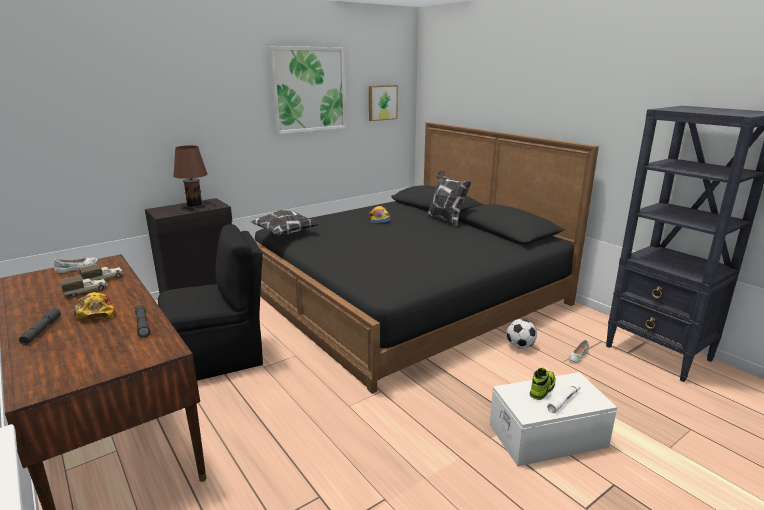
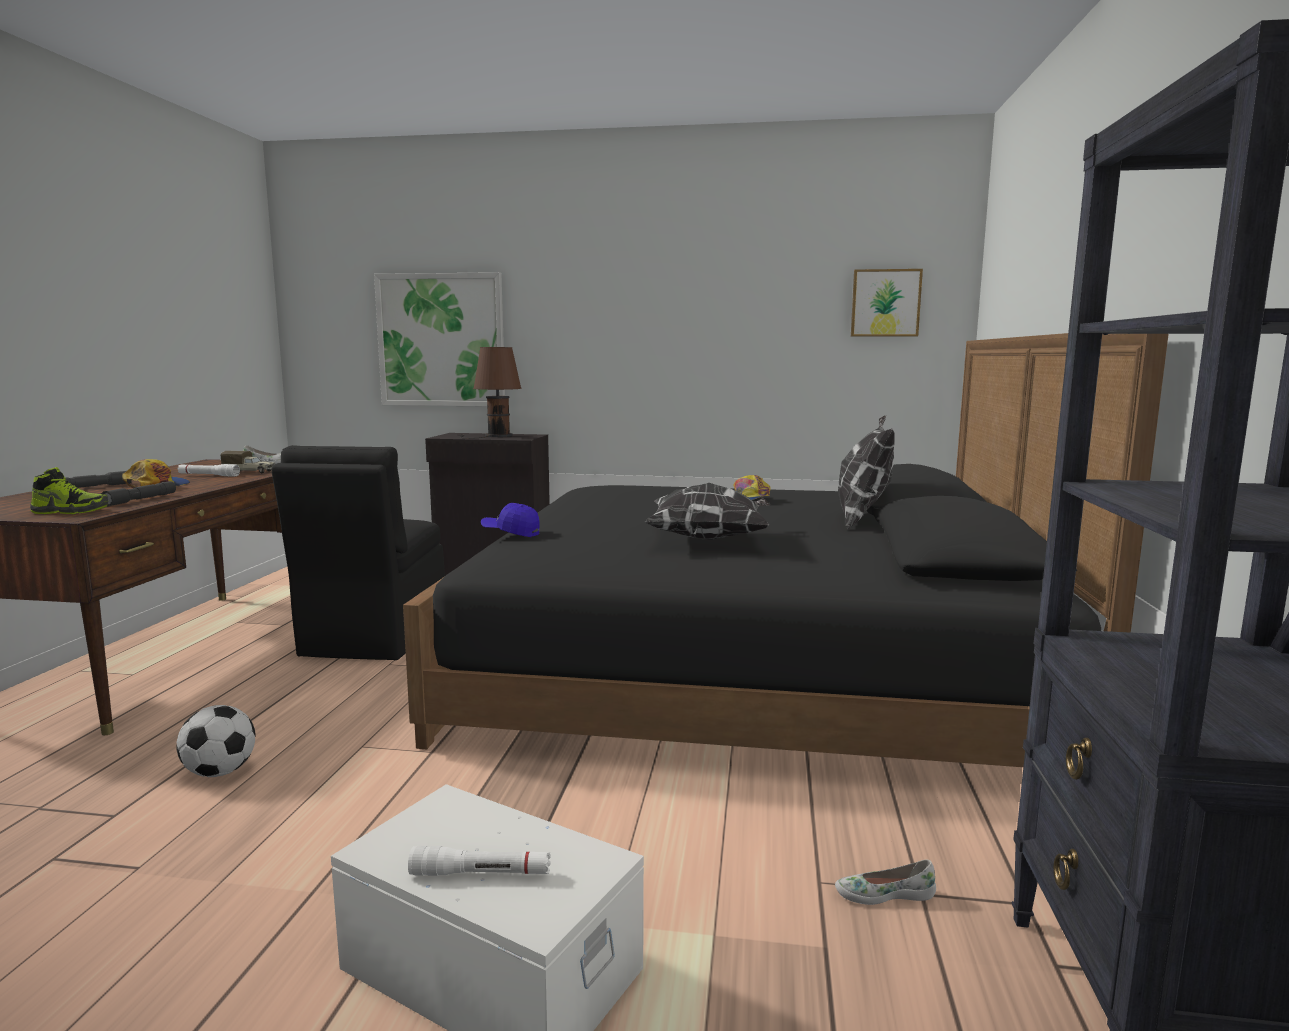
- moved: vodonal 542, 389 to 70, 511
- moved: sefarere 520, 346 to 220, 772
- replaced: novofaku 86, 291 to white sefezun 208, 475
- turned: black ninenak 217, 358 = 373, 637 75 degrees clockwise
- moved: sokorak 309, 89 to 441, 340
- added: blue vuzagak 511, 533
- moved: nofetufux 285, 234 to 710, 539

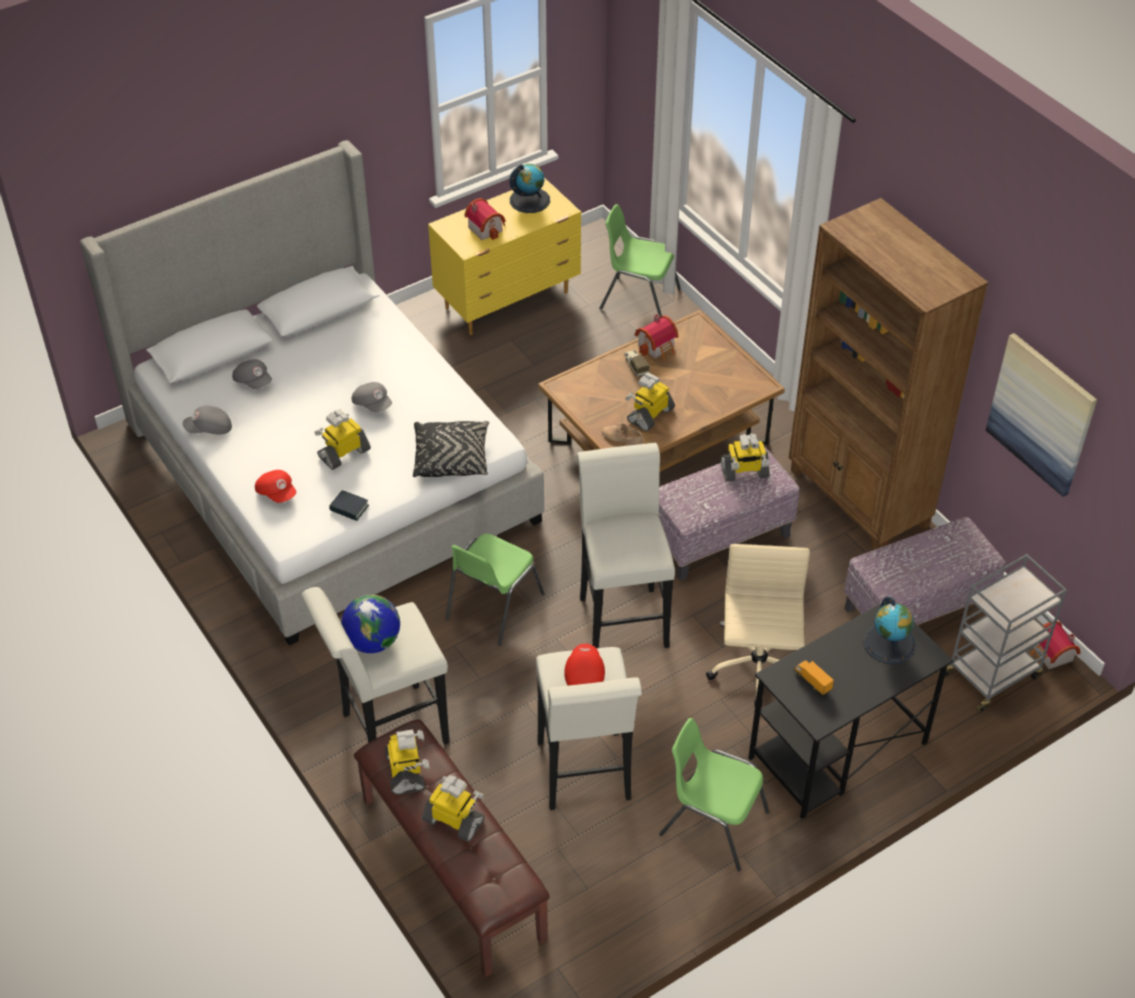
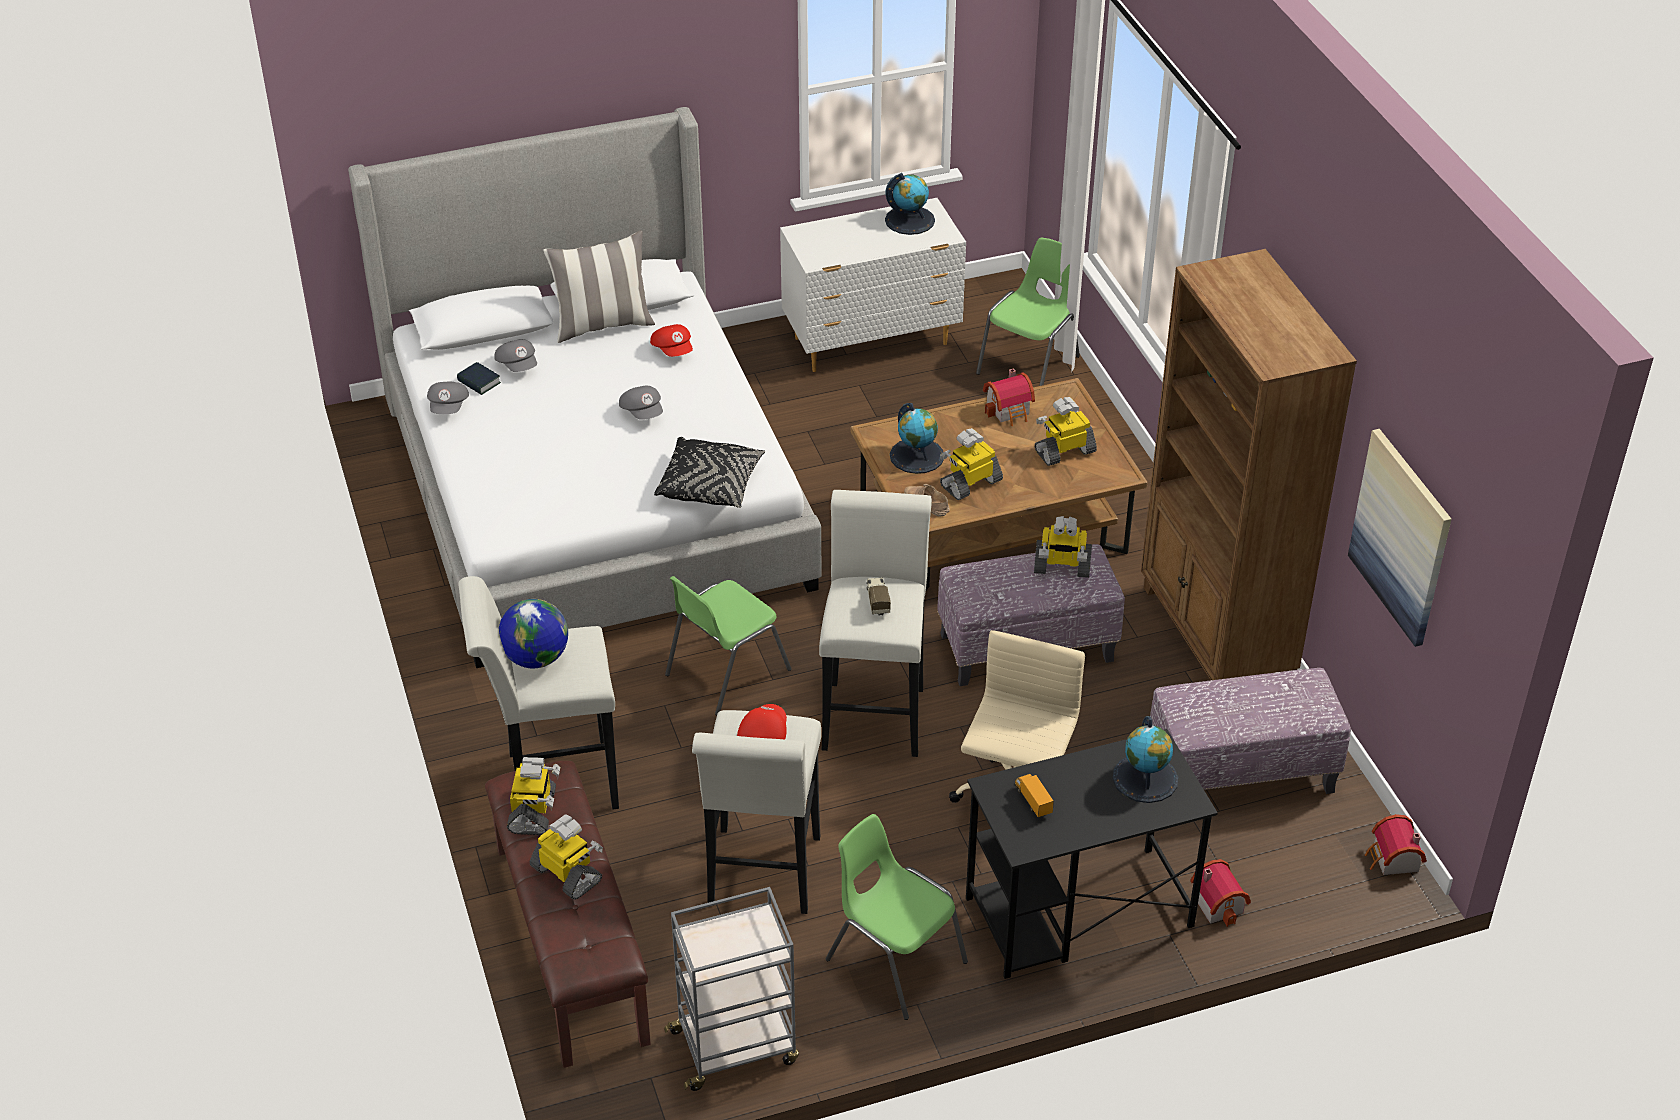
- turned: grey vuzagak 209, 429 = 449, 407 90 degrees counterclockwise
- moved: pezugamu 349, 508 to 479, 382
- added: nofetufux 603, 325
- moved: red vuzagak 277, 493 to 673, 350
- moved: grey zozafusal 992, 674 to 735, 1046
- recoloured: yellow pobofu 508, 301 to white pobofu 873, 342
- moved: novofaku 635, 366 to 877, 600
- added: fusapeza 917, 456
- turned: green ninenak 638, 299 = 1030, 365 90 degrees clockwise
- moved: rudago 344, 453 to 1064, 451
- moved: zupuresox 486, 228 to 1220, 902

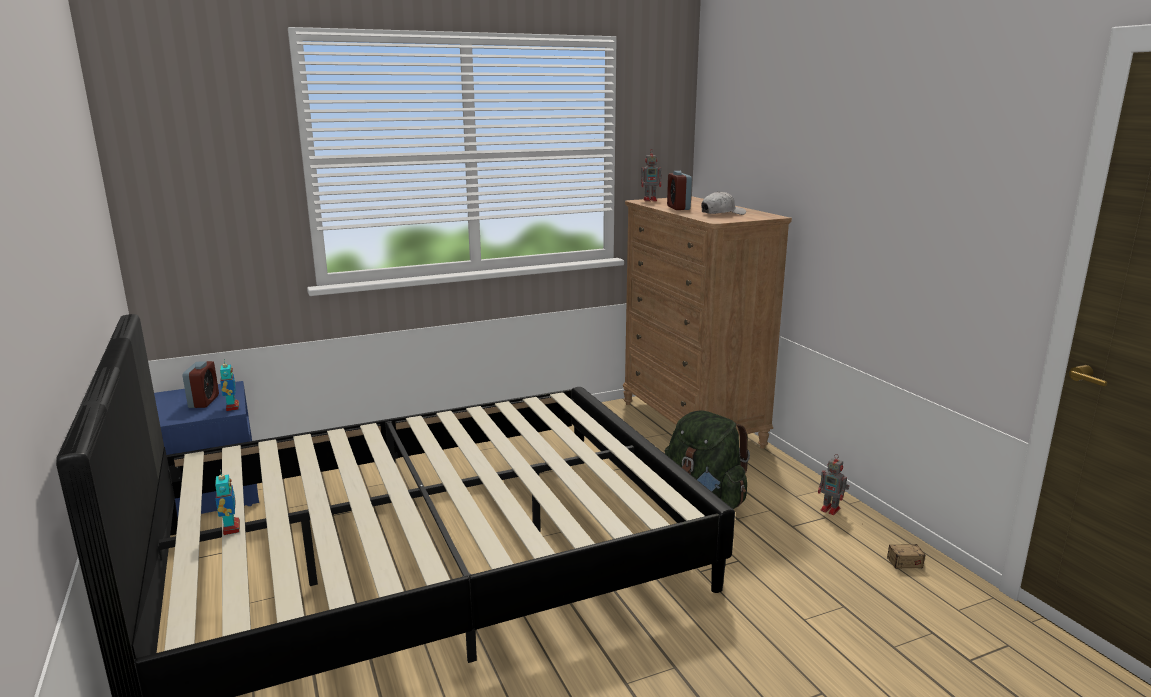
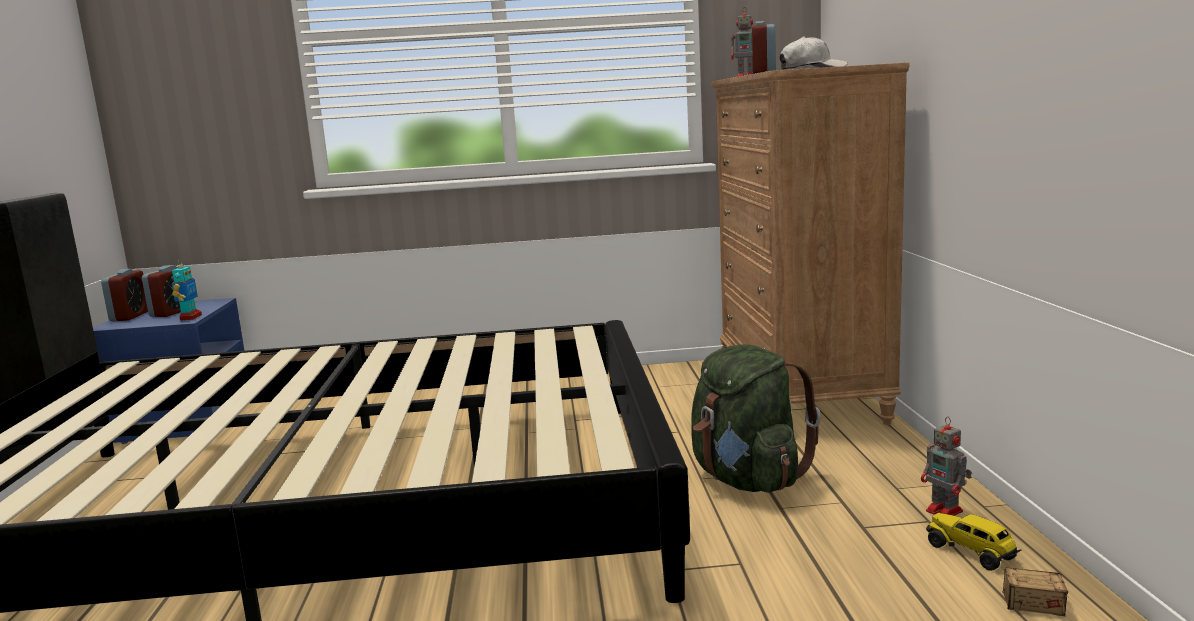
- added: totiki 130, 316
- added: novofaku 971, 552
- removed: rudago 231, 528

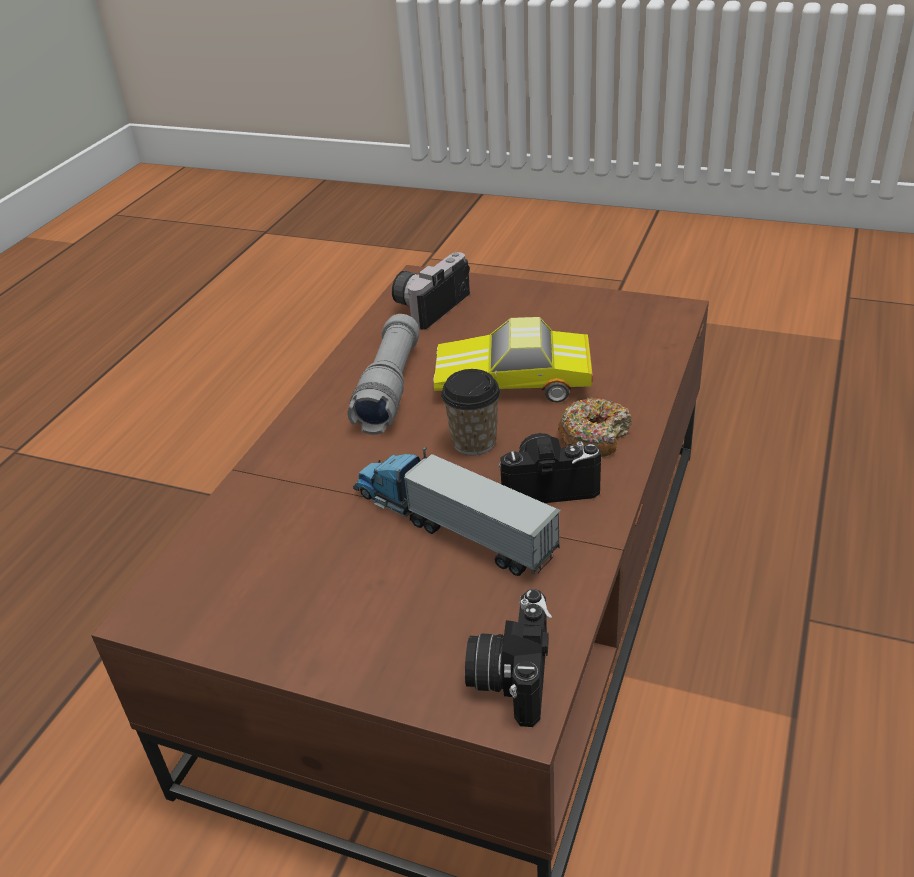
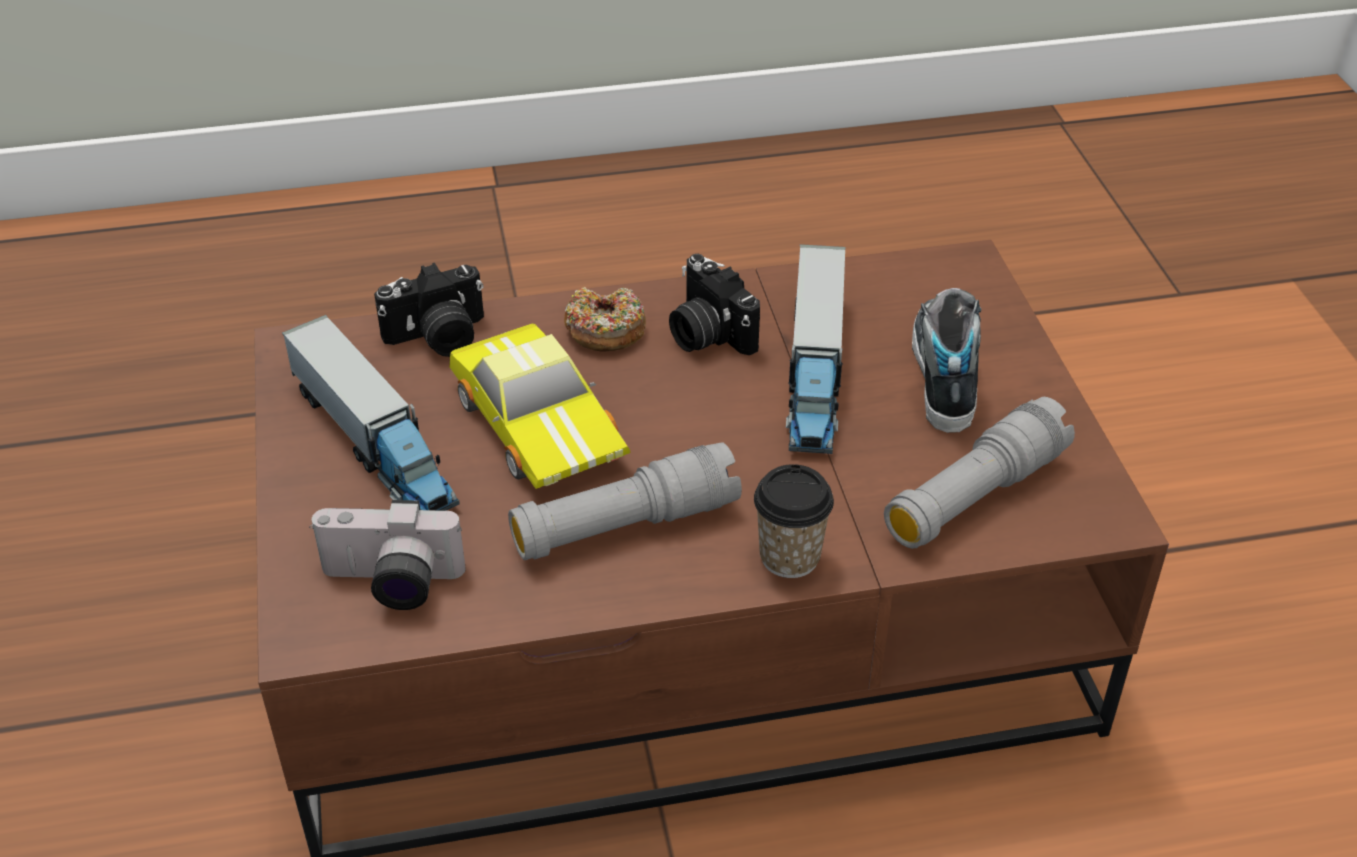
- added: novofaku 374, 444
- moved: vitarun 510, 676 to 438, 338
- moved: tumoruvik 474, 442 to 789, 557
- added: grey sefezun 975, 495
- added: vodonal 943, 373

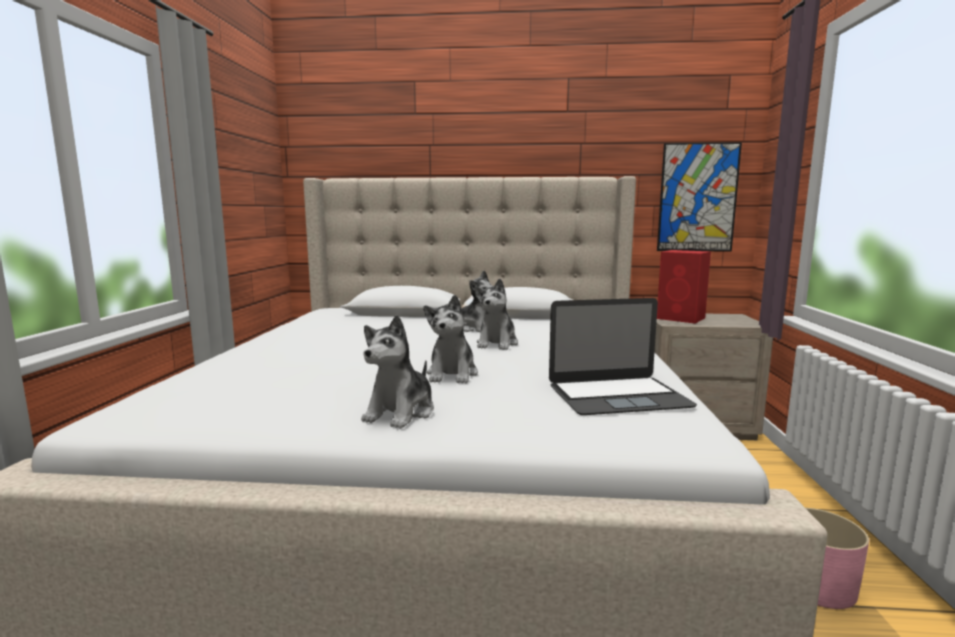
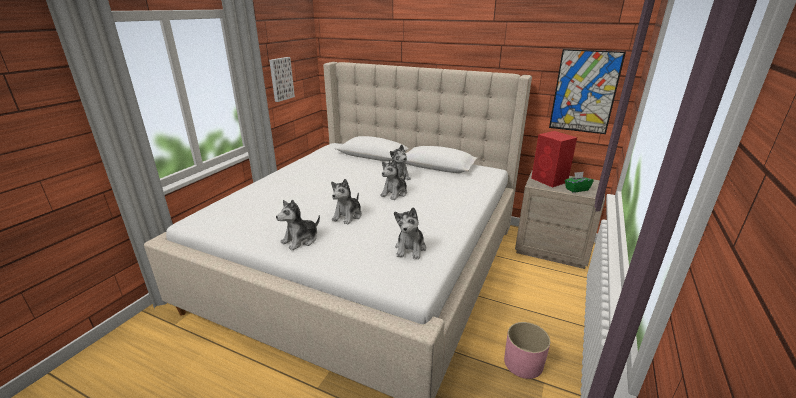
- added: sokorak 280, 79
- replaced: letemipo 618, 396 to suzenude 410, 248
- added: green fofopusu 576, 189

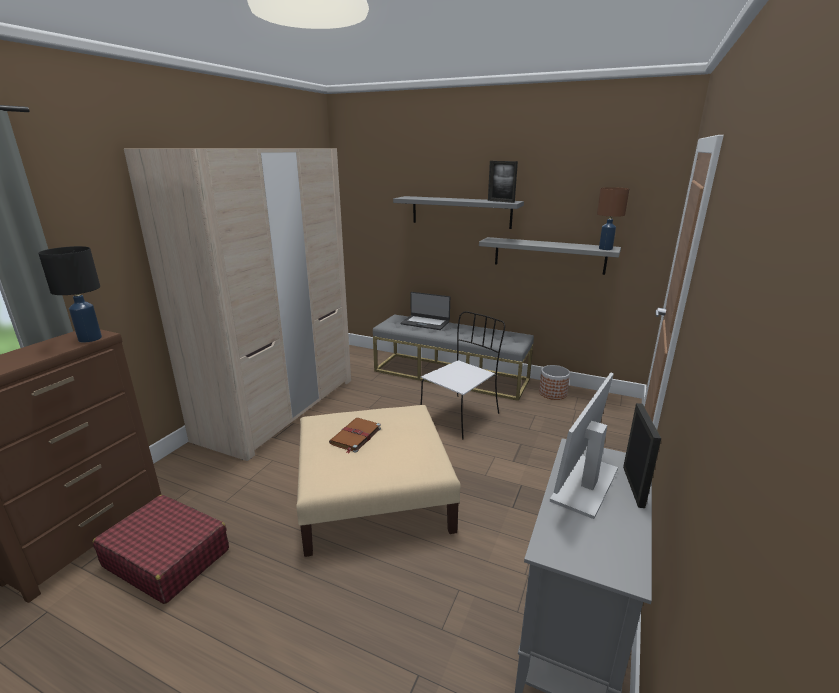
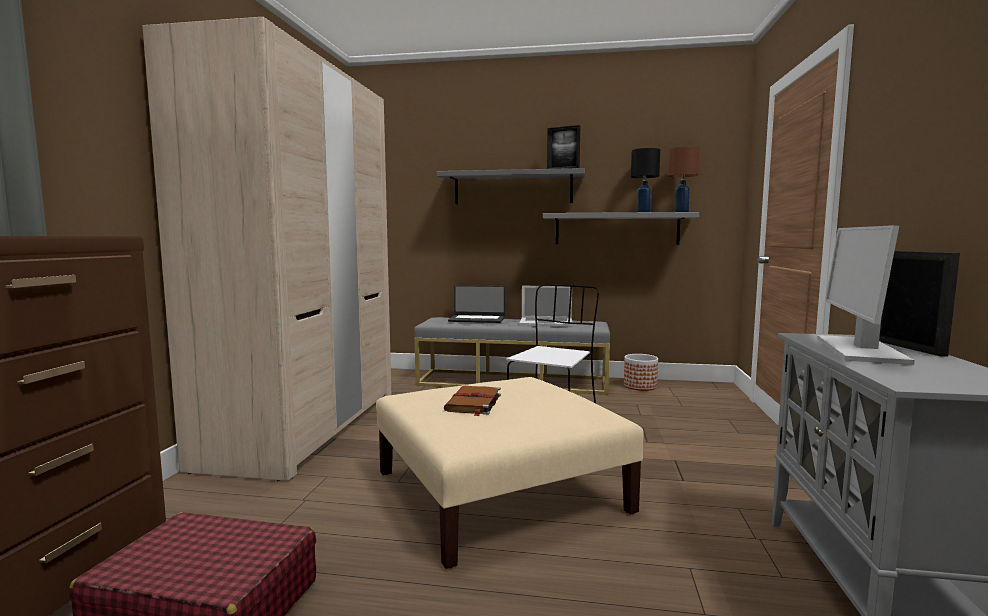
- added: letemipo 546, 322
- moved: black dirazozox 90, 339 to 644, 212

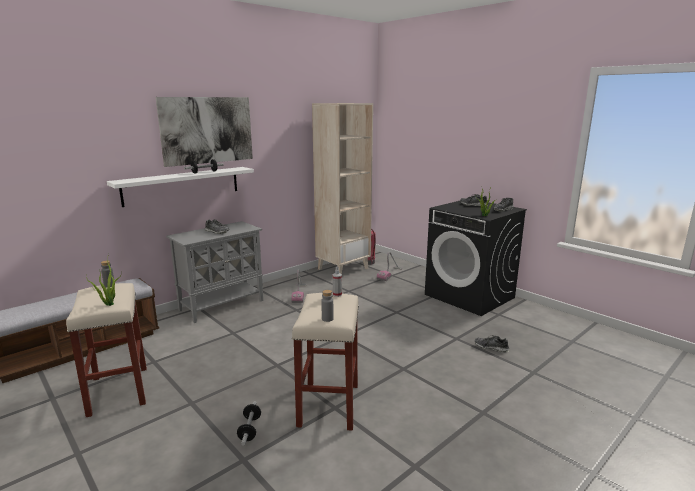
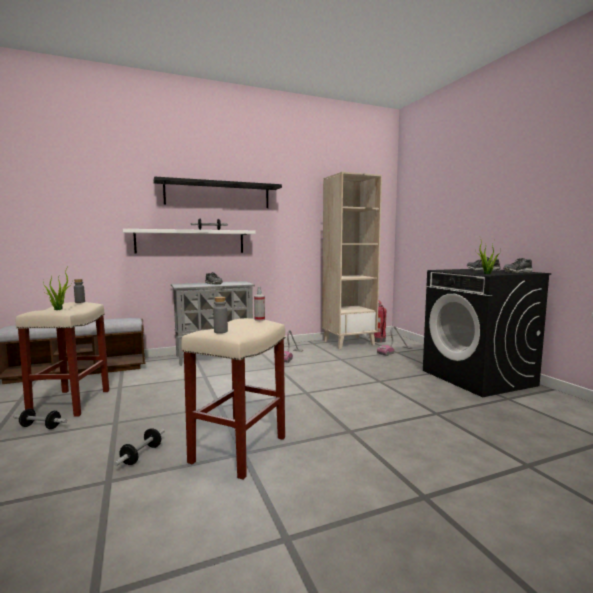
- added: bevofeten 40, 427
- replaced: sokorak 207, 130 to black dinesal 218, 195
- removed: vodonal 491, 348

